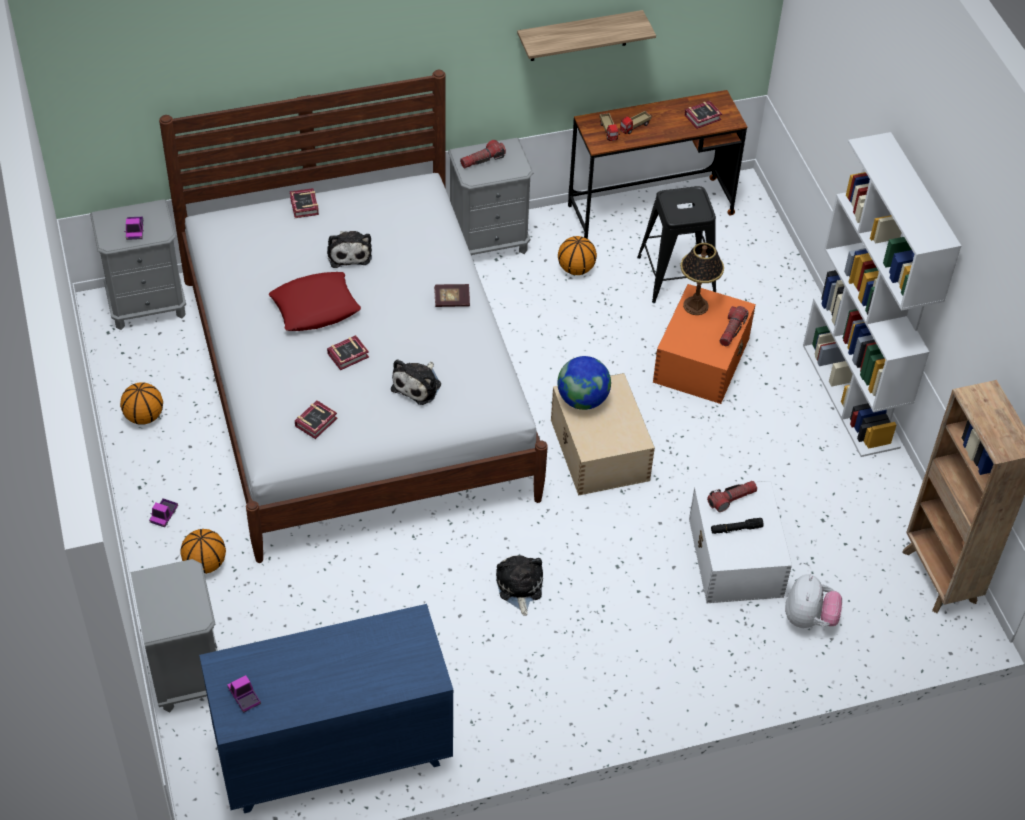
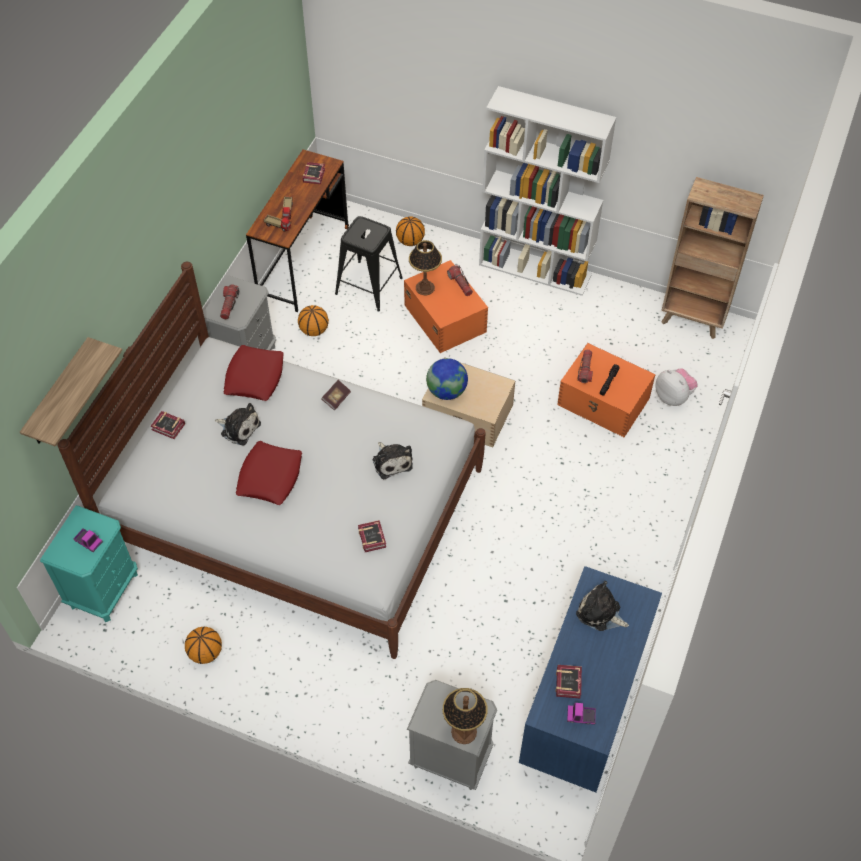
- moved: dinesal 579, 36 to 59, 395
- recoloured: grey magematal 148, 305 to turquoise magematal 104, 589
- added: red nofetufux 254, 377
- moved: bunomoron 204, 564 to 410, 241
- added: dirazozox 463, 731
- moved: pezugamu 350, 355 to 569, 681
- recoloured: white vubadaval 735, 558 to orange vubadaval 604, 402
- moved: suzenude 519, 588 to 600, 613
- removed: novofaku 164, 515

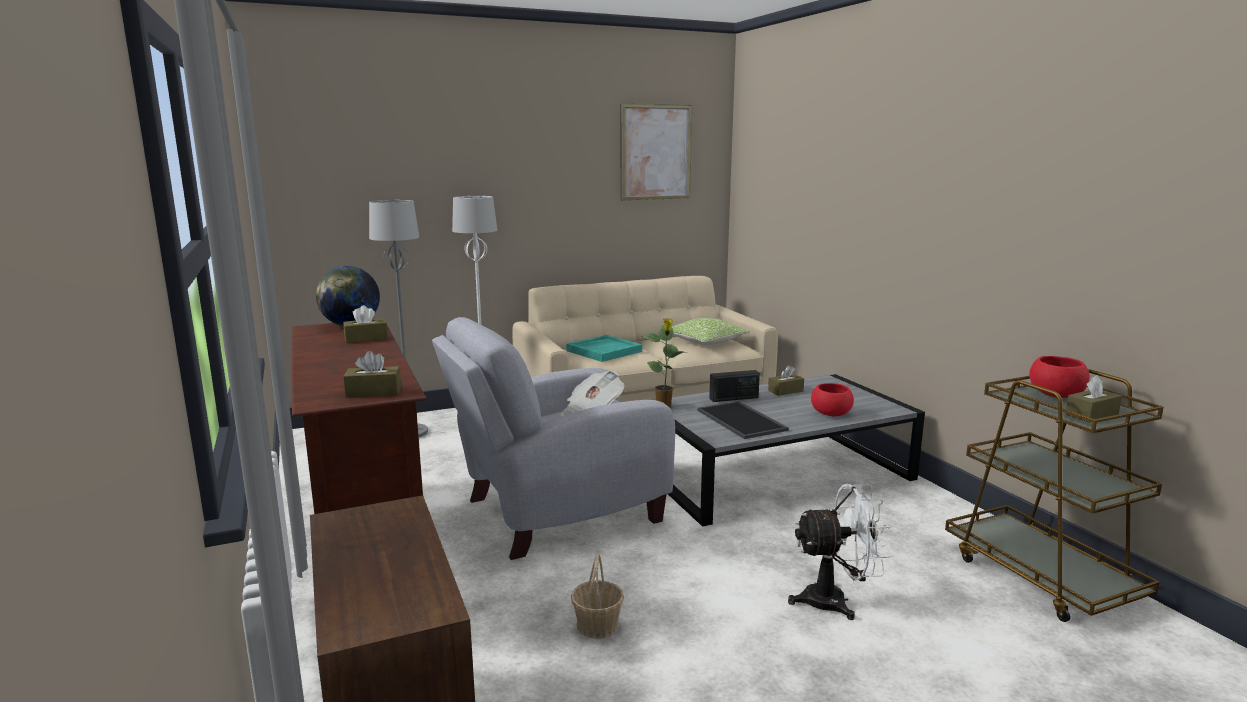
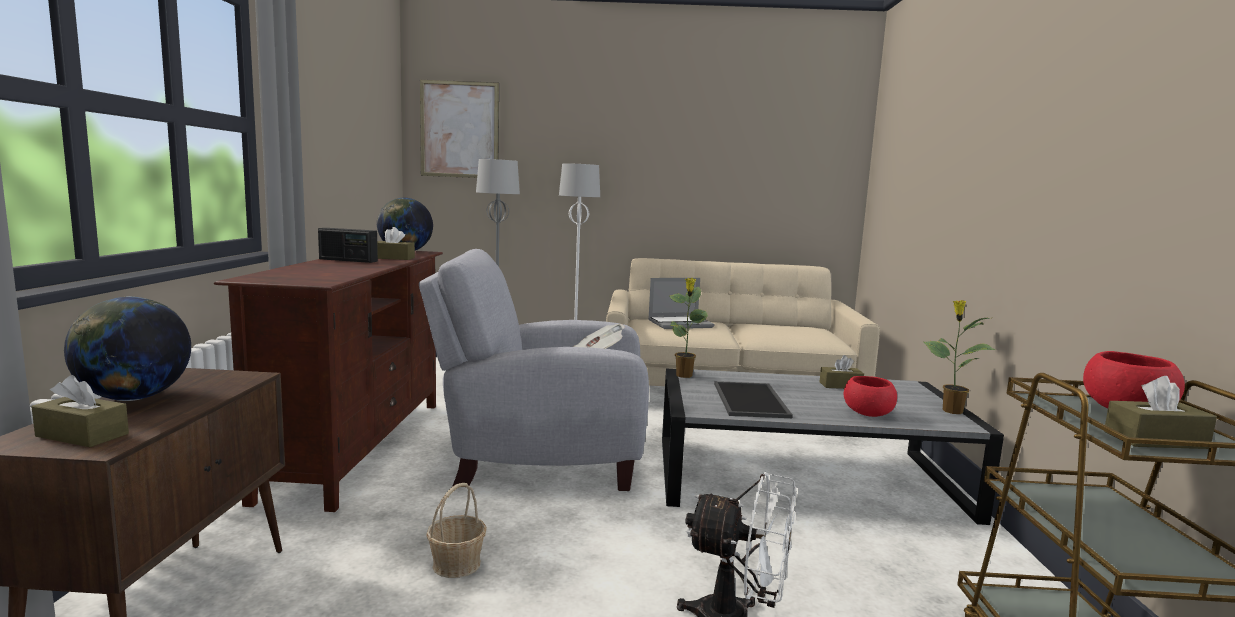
- moved: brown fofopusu 373, 392 to 82, 435
- added: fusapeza 134, 398
- moved: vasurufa 734, 398 to 348, 260
- moved: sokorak 656, 152 to 459, 129
- replaced: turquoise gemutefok 604, 351 to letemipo 680, 324
- added: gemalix 951, 411
- removed: nofetufux 705, 341

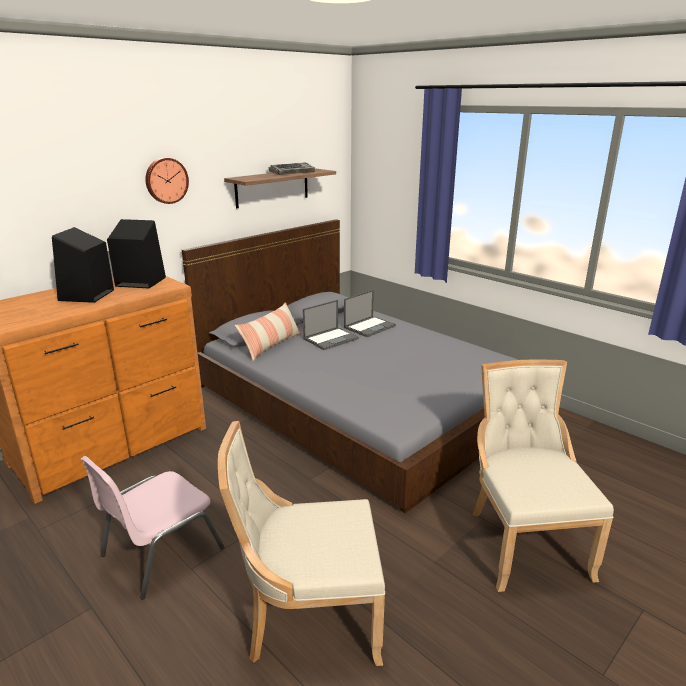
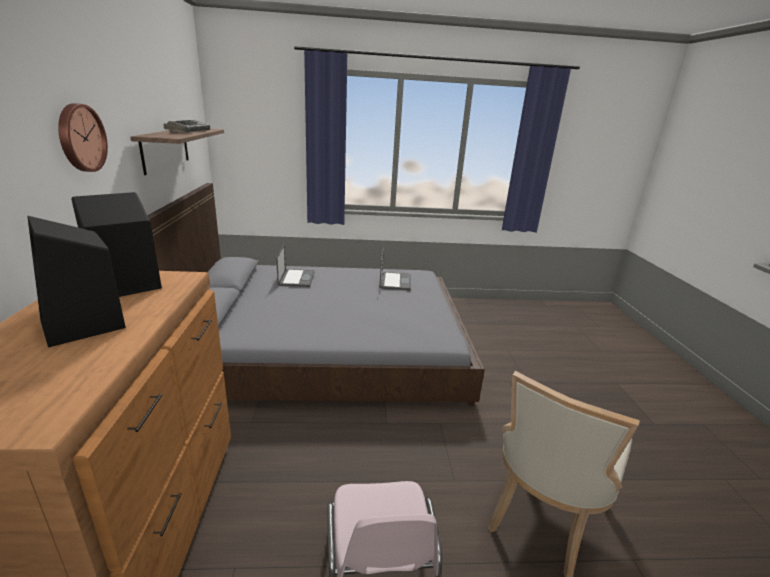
- moved: letemipo 331, 338 to 395, 281
- removed: nofetufux 271, 345
- removed: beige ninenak 523, 541

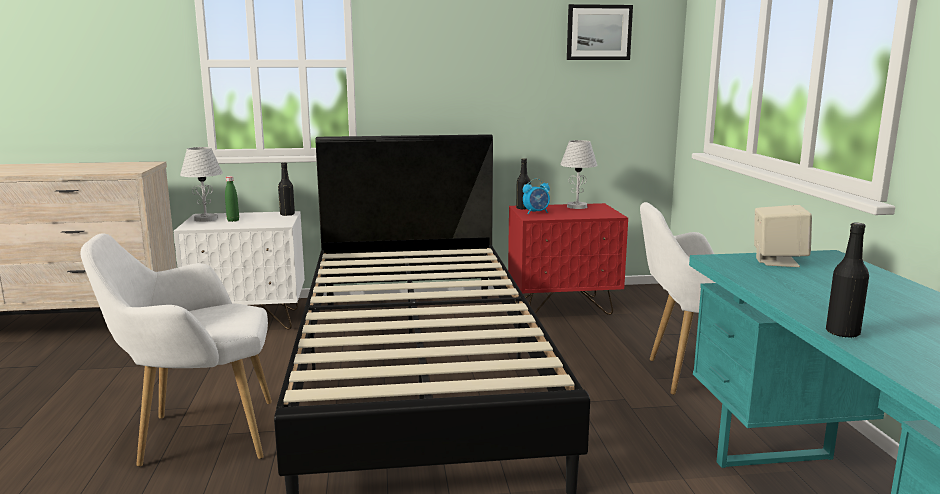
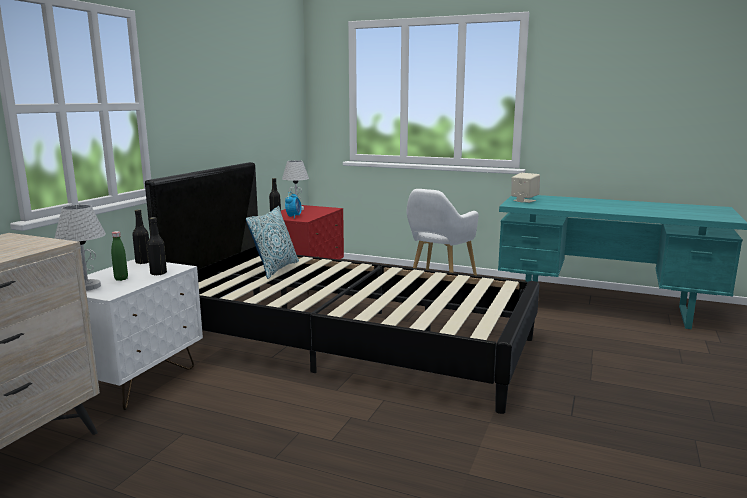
- moved: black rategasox 842, 333 to 158, 273
- added: nofetufux 275, 269
- removed: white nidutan 198, 435
- removed: sokorak 598, 32

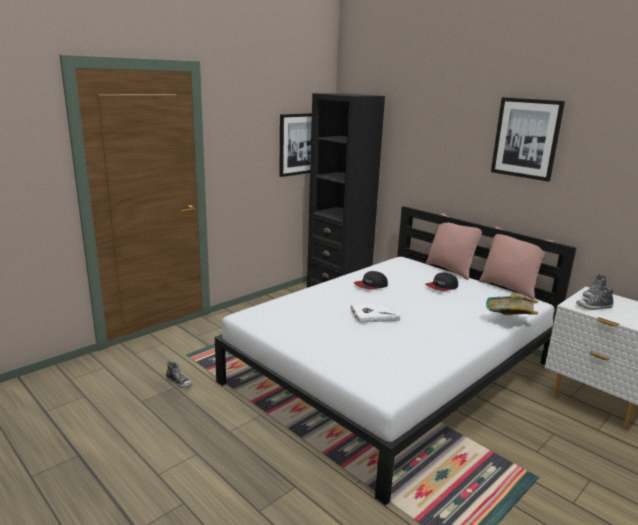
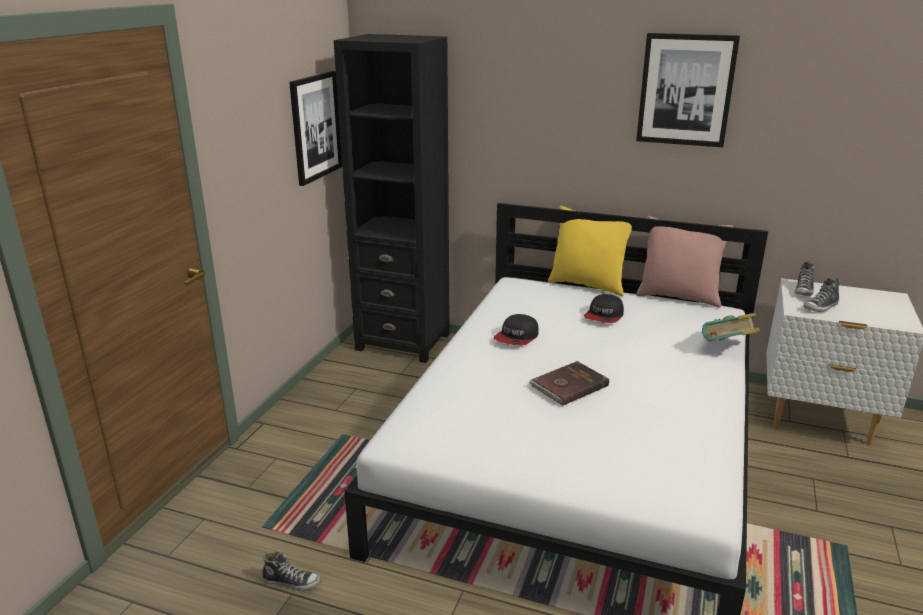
- recoloured: white pezugamu 374, 314 to brown pezugamu 568, 385
- recoloured: pink nofetufux 451, 270 to yellow nofetufux 588, 285

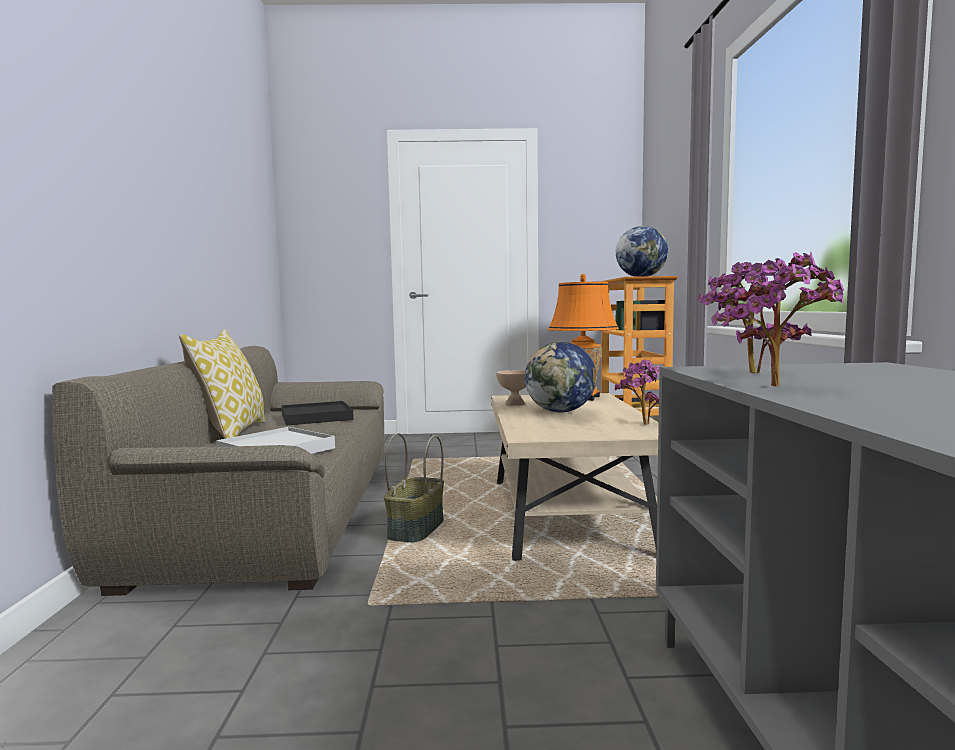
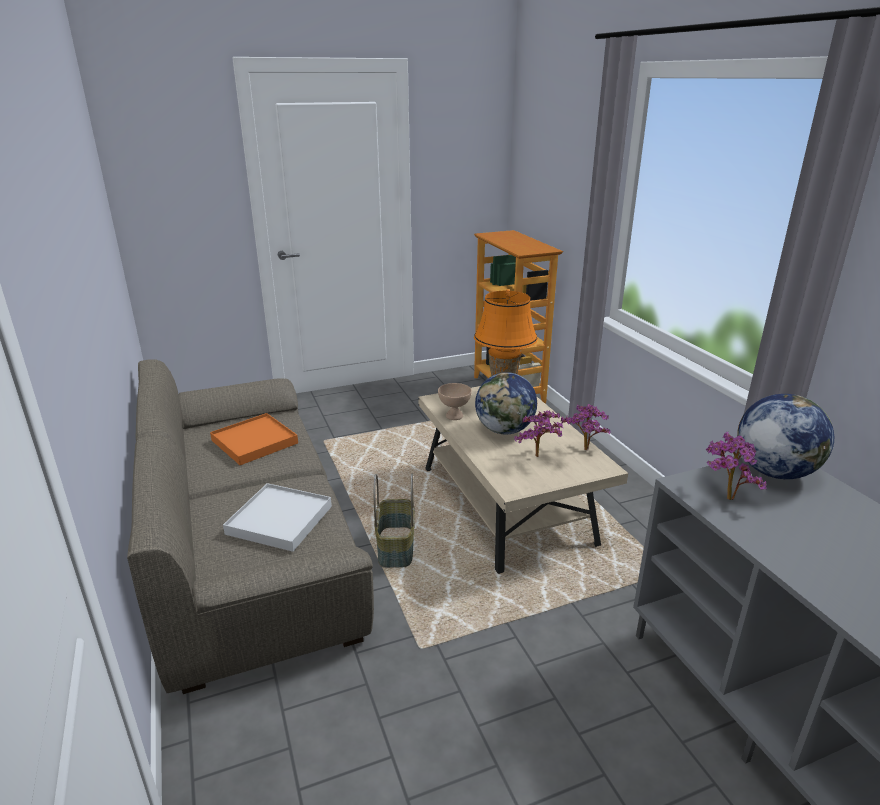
- recoloured: black gemutefok 317, 417 to orange gemutefok 255, 442
- moved: gemalix 779, 388 to 538, 458
- moved: fusapeza 641, 277 to 774, 472
- removed: nofetufux 230, 433

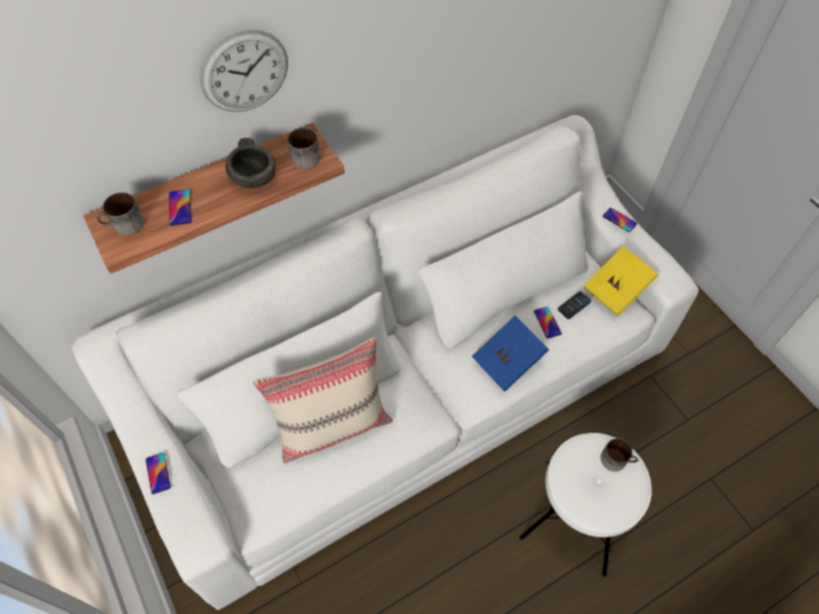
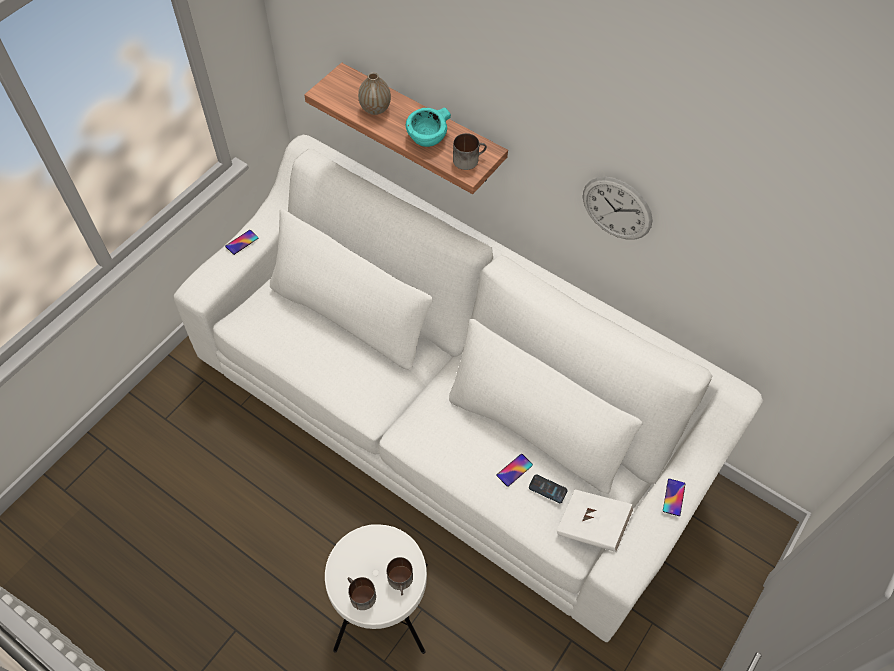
- moved: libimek 124, 225 to 359, 595
- replaced: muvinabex 180, 207 to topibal 375, 109
- recoloured: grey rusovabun 255, 178 to turquoise rusovabun 427, 138
- recoloured: yellow pezugamu 616, 289 to white pezugamu 592, 526
- moved: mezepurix 245, 72 to 617, 208
- removed: beige nofetufux 333, 425
- removed: blue pezugamu 508, 361

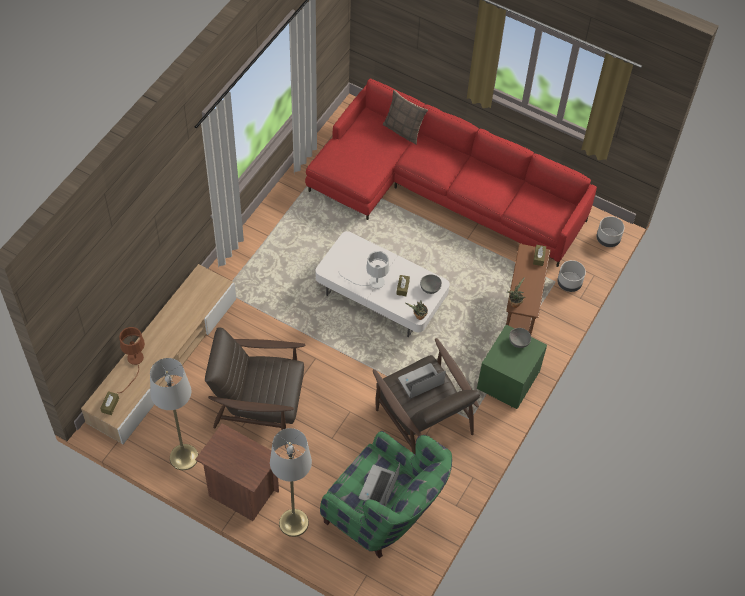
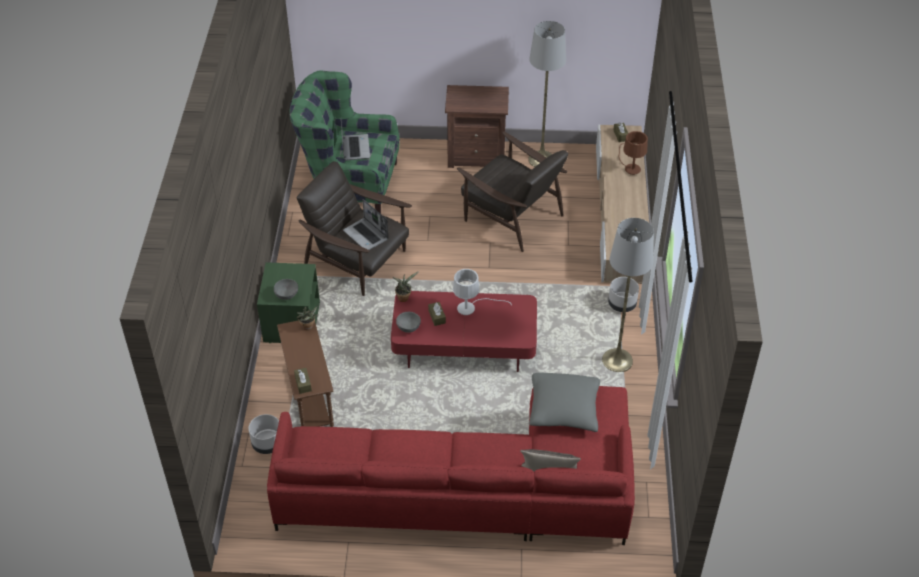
- turned: letemipo 420, 382 = 366, 235 105 degrees clockwise
- recoloured: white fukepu 381, 296 to red fukepu 464, 345
- turned: brown nidutan 259, 403 = 511, 216 60 degrees clockwise
- added: grey nofetufux 563, 409
- moved: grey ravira 293, 522 to 617, 360
- moved: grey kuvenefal 608, 239 to 621, 304

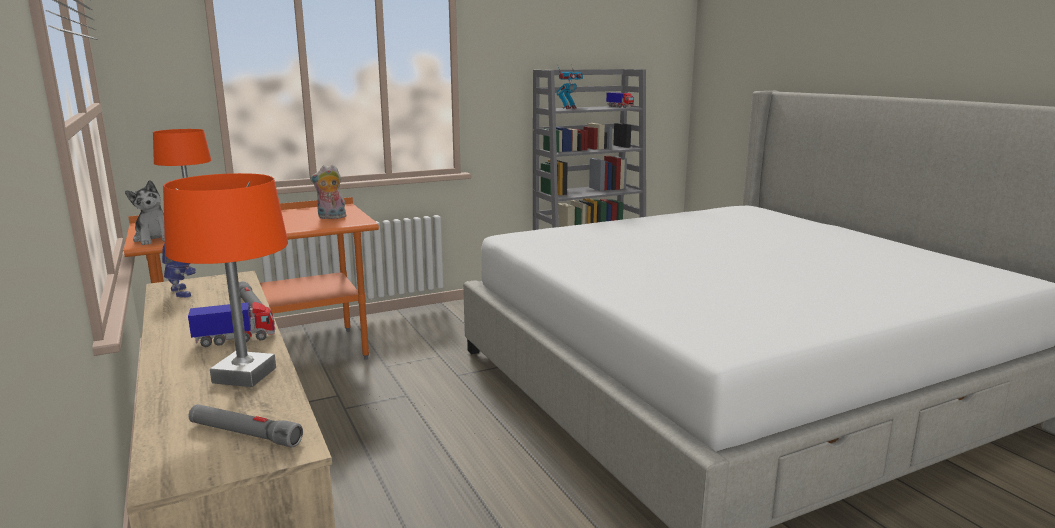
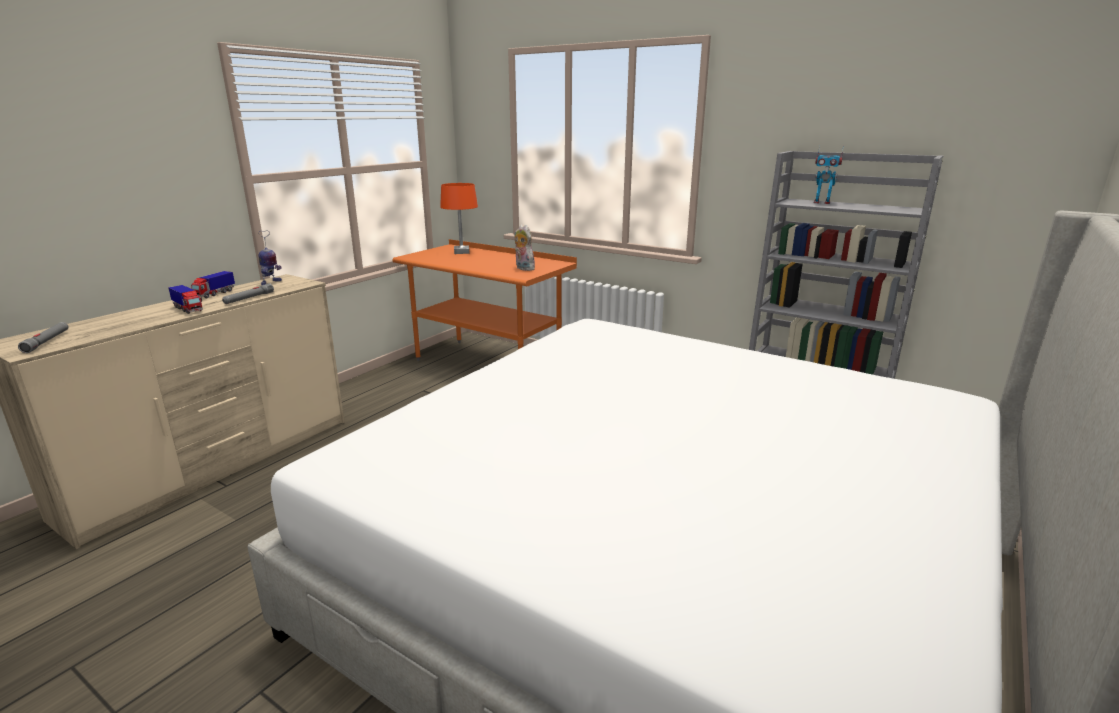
- moved: novofaku 620, 107 to 214, 294
- removed: suzenude 155, 239
- removed: orange dirazozox 244, 375

